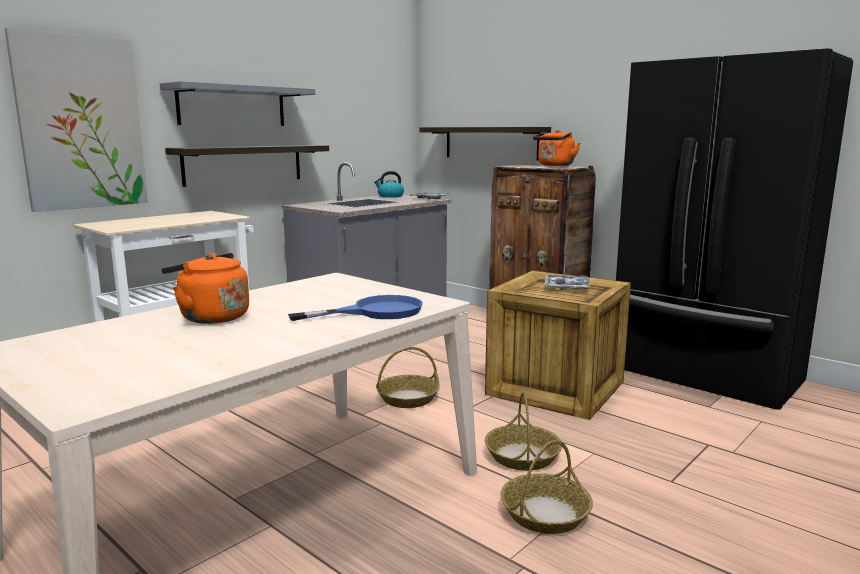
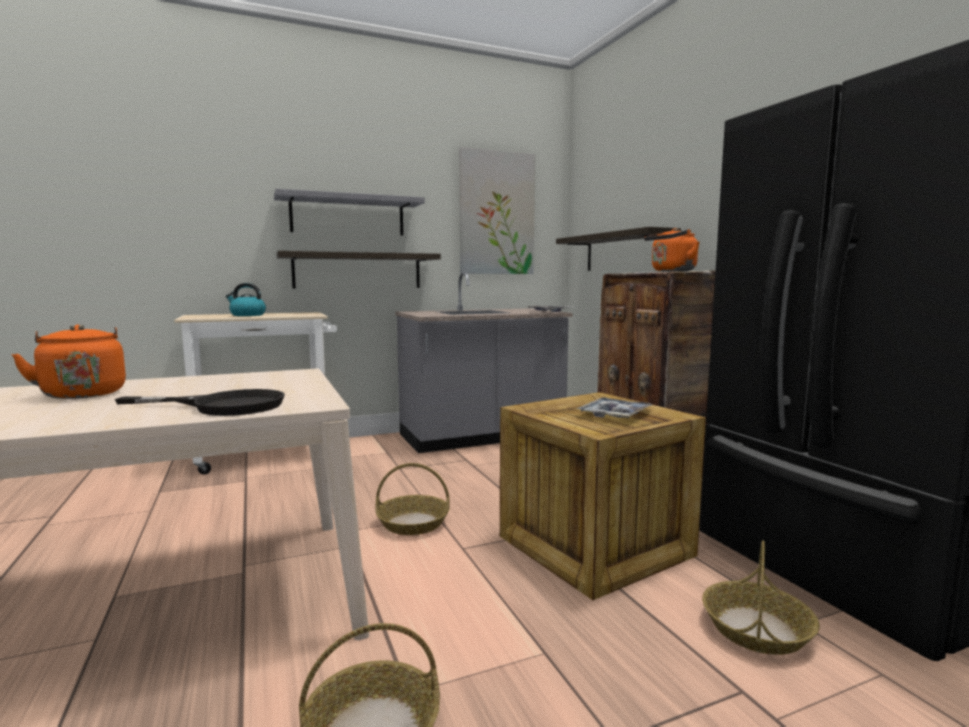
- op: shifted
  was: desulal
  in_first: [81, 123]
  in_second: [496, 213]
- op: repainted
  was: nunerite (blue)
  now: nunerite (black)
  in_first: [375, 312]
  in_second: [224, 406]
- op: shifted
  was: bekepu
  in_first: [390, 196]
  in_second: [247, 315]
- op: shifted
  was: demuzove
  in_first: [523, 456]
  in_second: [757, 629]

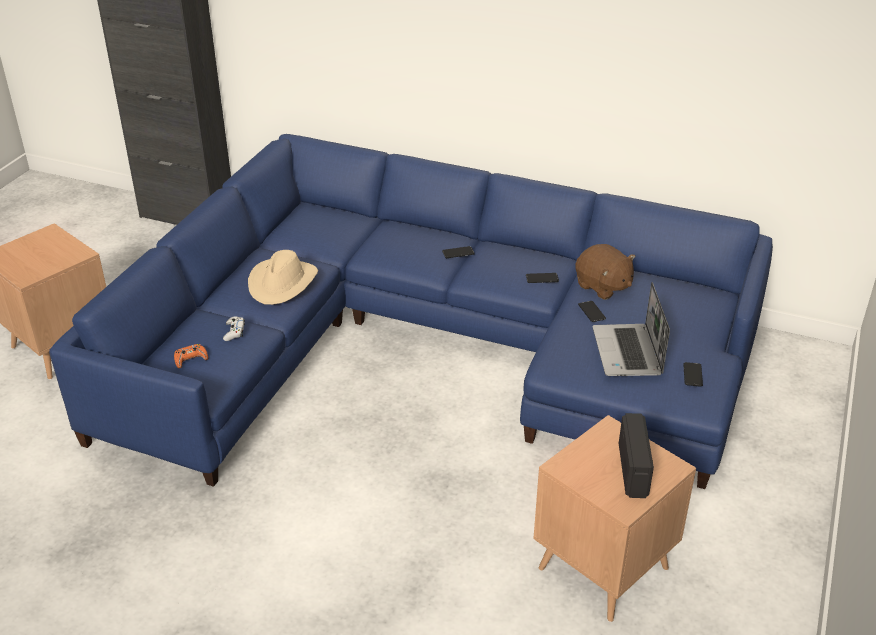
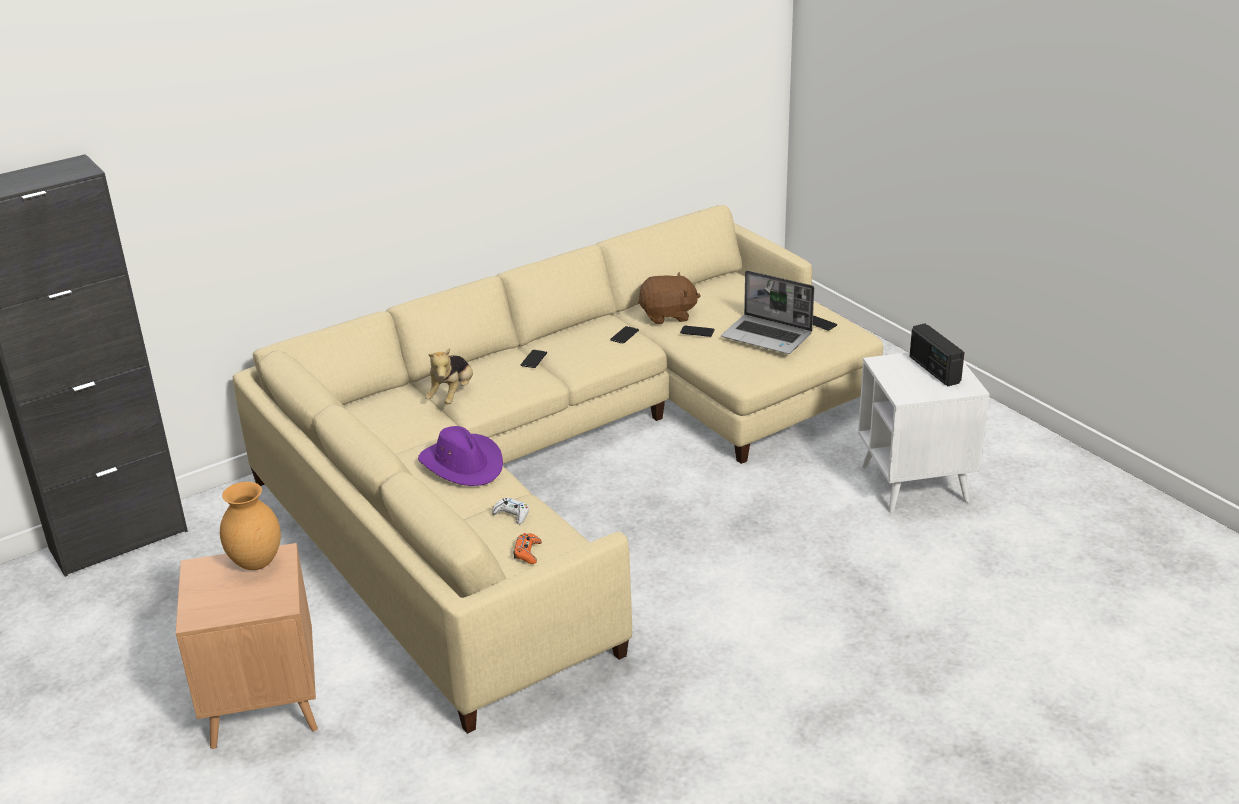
- op: repainted
  was: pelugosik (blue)
  now: pelugosik (beige)
  in_first: [429, 346]
  in_second: [559, 464]
- op: repainted
  was: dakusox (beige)
  now: dakusox (purple)
  in_first: [283, 283]
  in_second: [462, 464]
- op: repainted
  was: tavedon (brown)
  now: tavedon (white)
  in_first: [603, 568]
  in_second: [914, 484]
- op: rotated
  was: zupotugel
  in_first: [633, 470]
  in_second: [934, 370]
  clockwise: -150
- op: new
  now: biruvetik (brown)
  in_second: [257, 563]
- op: new
  now: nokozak
  in_second: [452, 395]

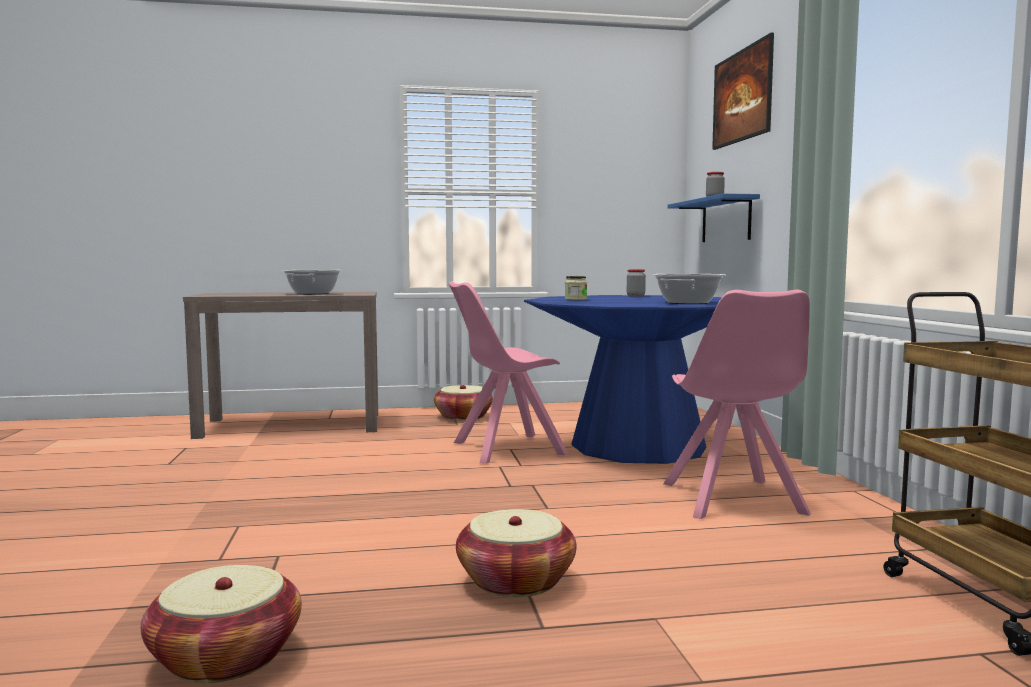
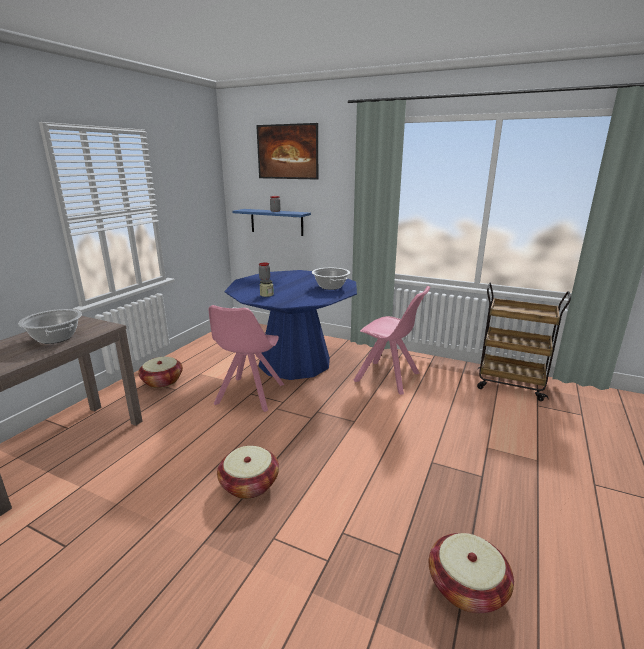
- op: shifted
  was: demuzove
  in_first: [516, 581]
  in_second: [249, 484]

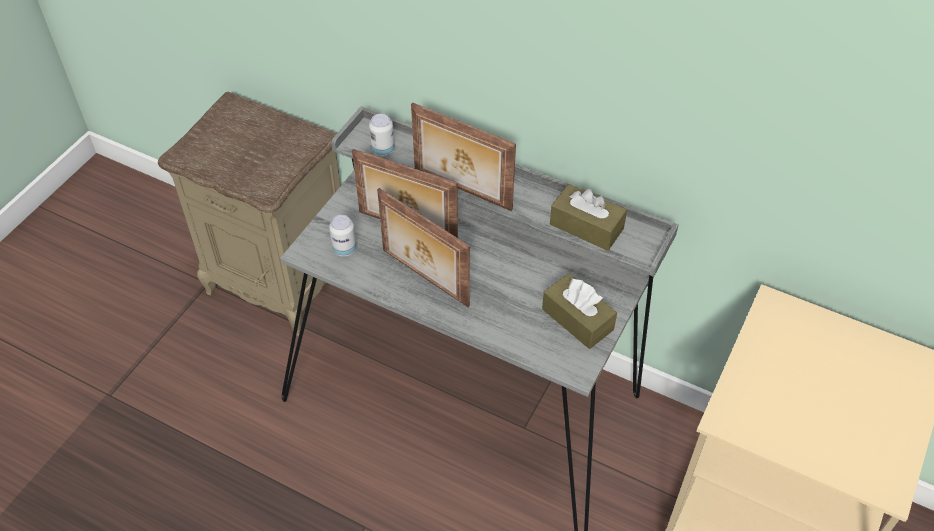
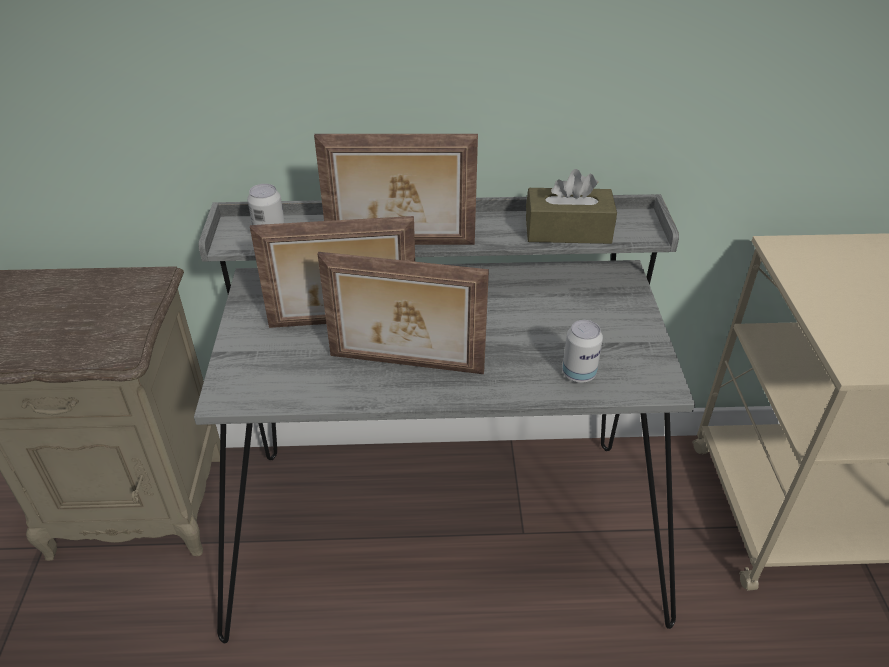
- op: shifted
  was: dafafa
  in_first: [344, 249]
  in_second: [578, 374]
- op: gone
  was: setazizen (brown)
  in_first: [577, 319]

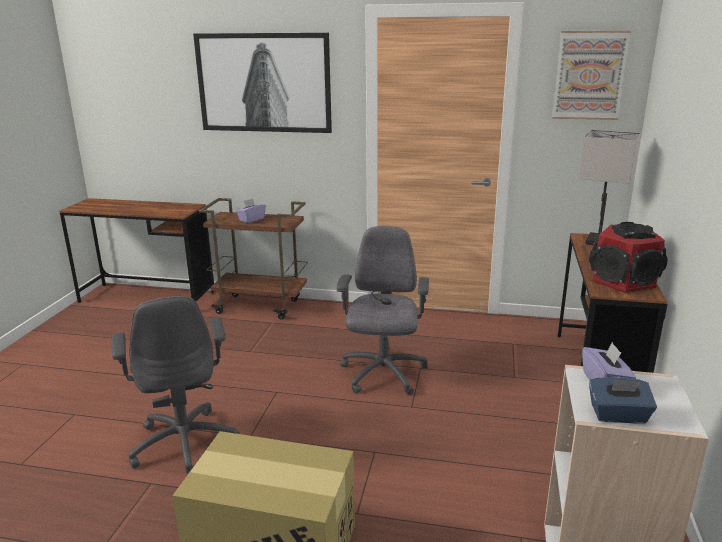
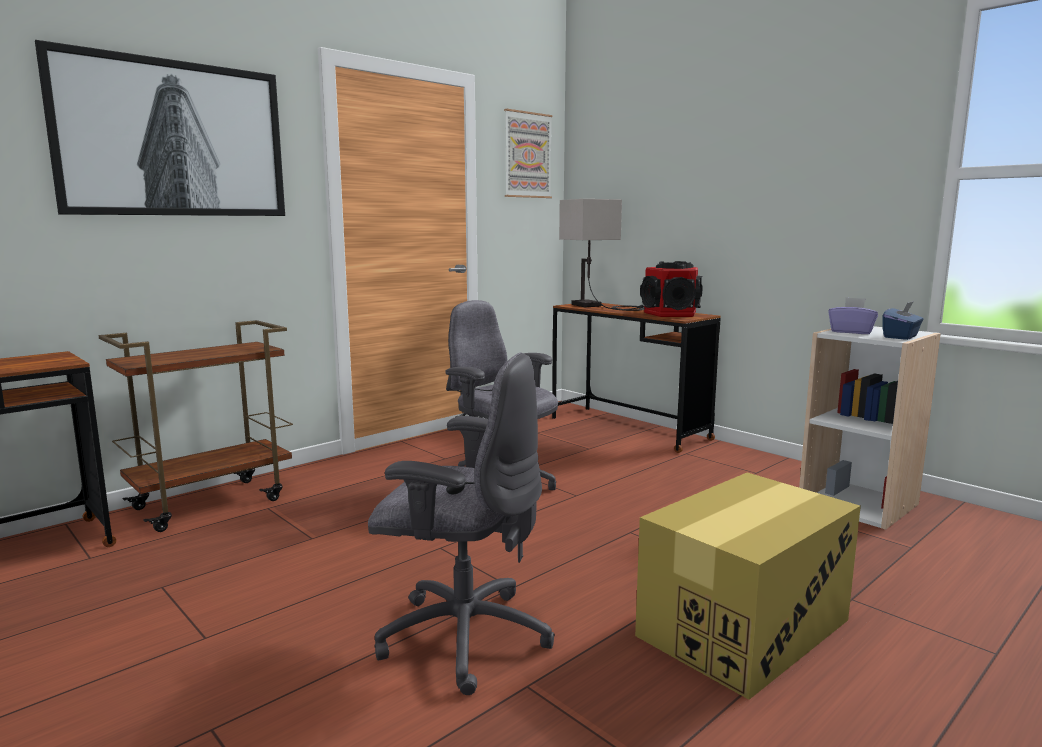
- op: gone
  was: setazizen (purple)
  in_first: [251, 219]

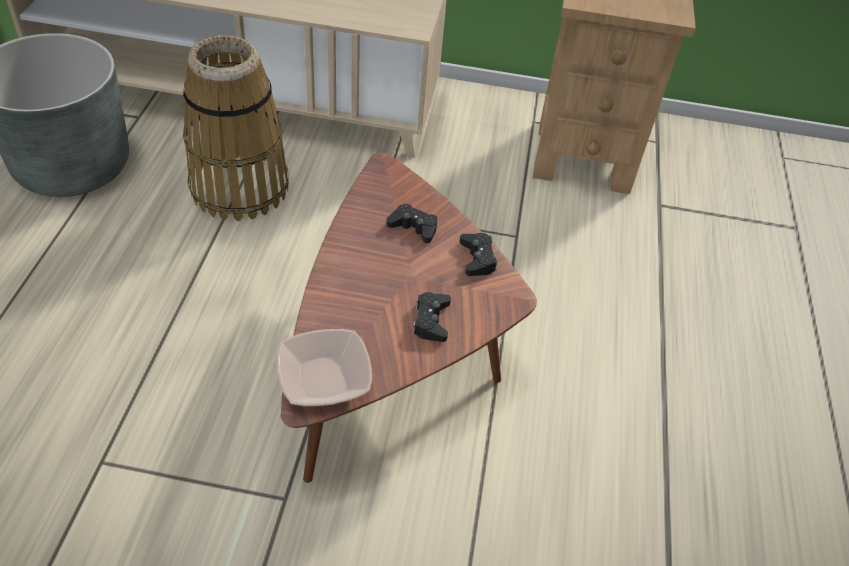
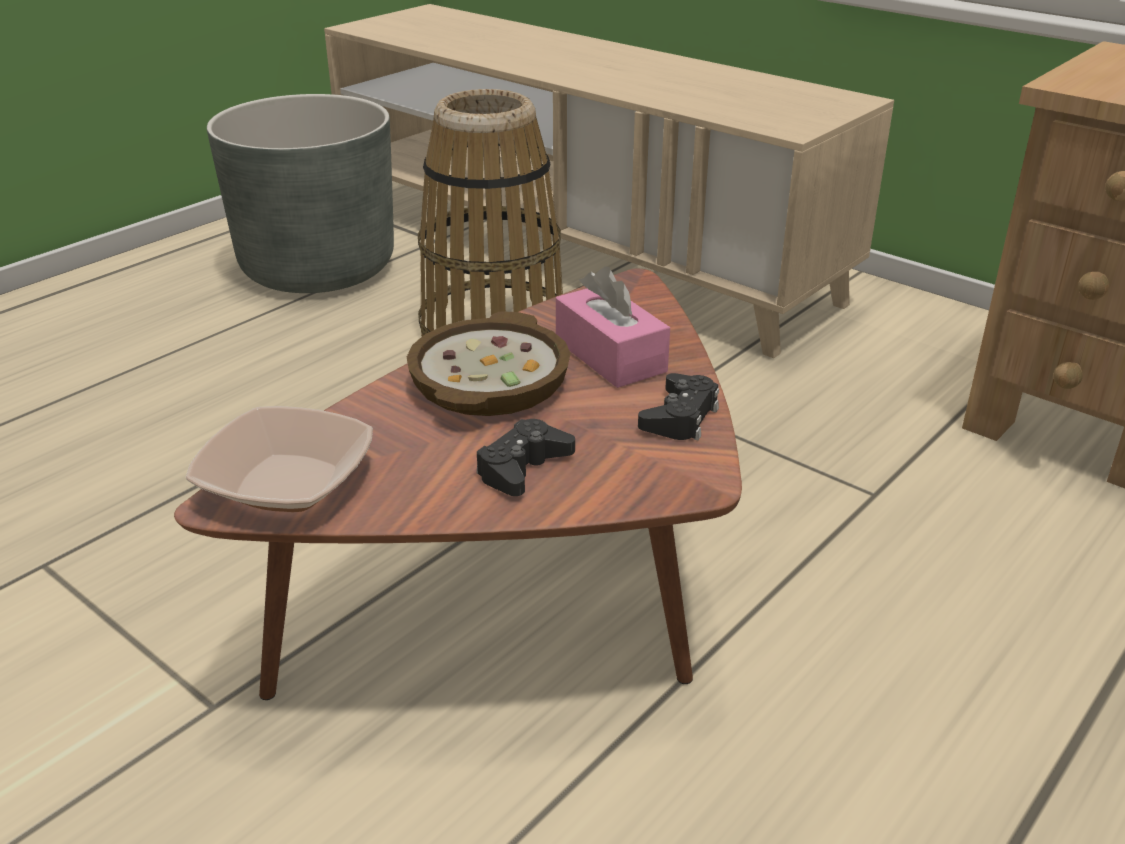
- op: swapped
  was: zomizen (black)
  now: setazizen (pink)
  in_first: [413, 228]
  in_second: [610, 356]
- op: new
  now: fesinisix
  in_second: [487, 382]

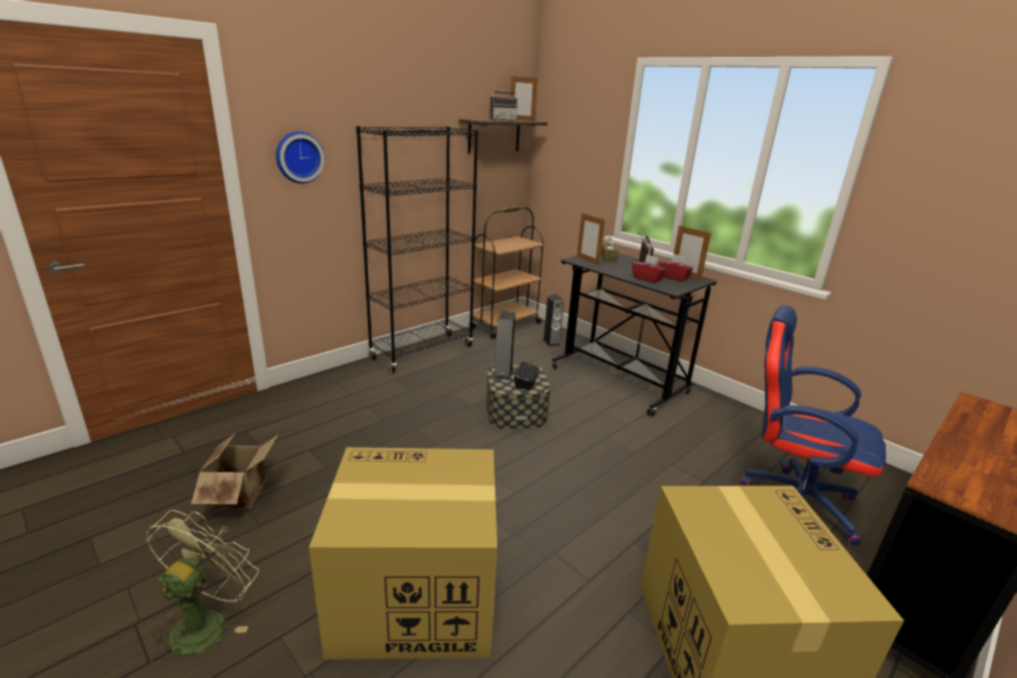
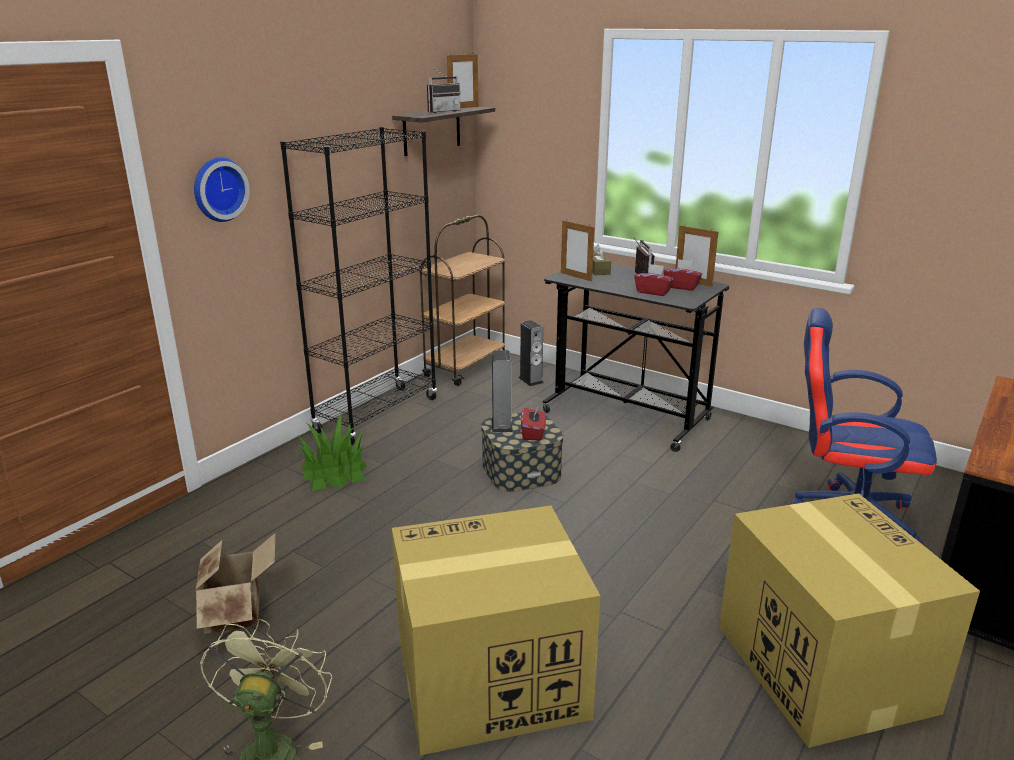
- op: repainted
  was: setazizen (black)
  now: setazizen (red)
  in_first: [526, 383]
  in_second: [533, 433]
- op: new
  now: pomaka
  in_second: [334, 472]

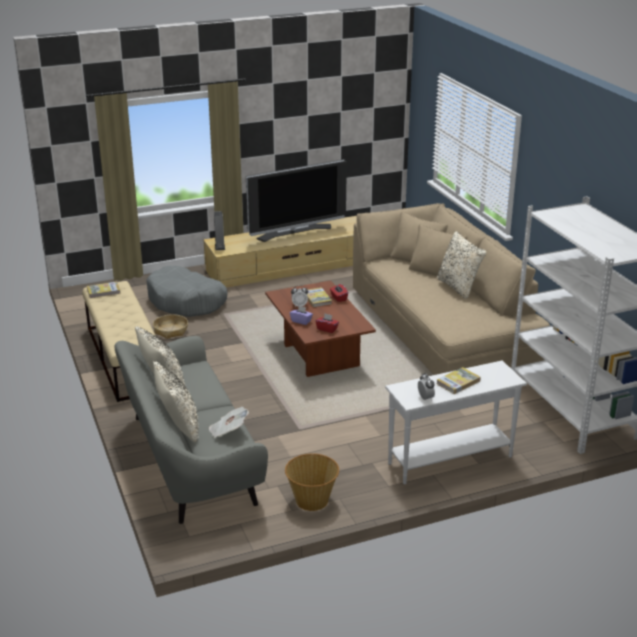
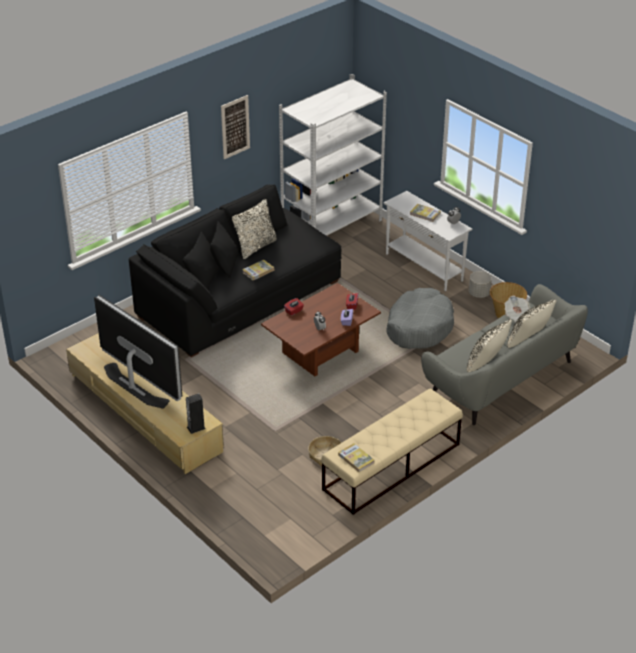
- op: shifted
  was: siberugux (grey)
  in_first: [186, 301]
  in_second: [419, 327]
- op: shifted
  was: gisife
  in_first: [317, 299]
  in_second: [258, 271]
- op: repainted
  was: pelugosik (beige)
  now: pelugosik (black)
  in_first: [441, 329]
  in_second: [240, 298]
- op: new
  now: desulal
  in_second: [235, 127]
- op: new
  now: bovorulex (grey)
  in_second: [479, 294]

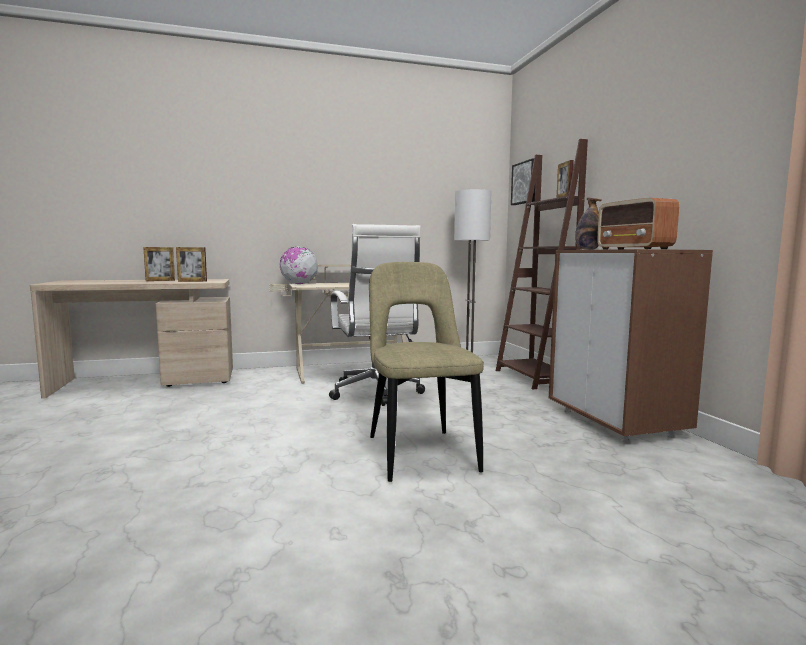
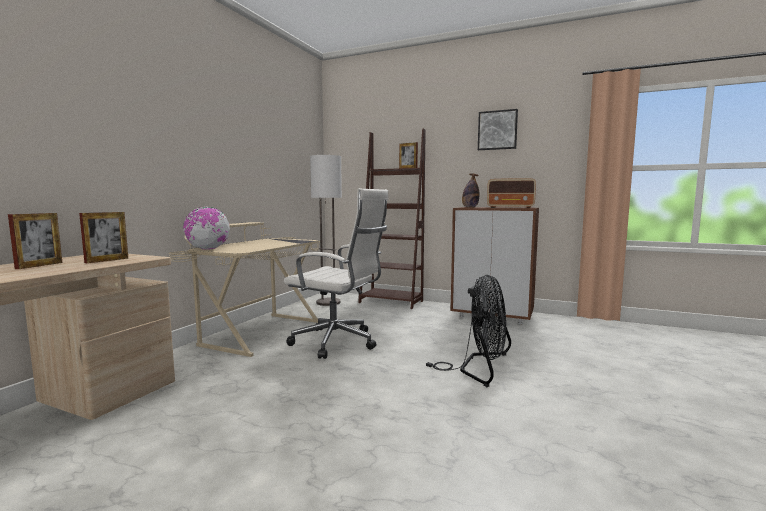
- op: swapped
  was: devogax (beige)
  now: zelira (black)
  in_first: [419, 452]
  in_second: [478, 367]
- op: shifted
  was: desulal
  in_first: [525, 183]
  in_second: [497, 130]

